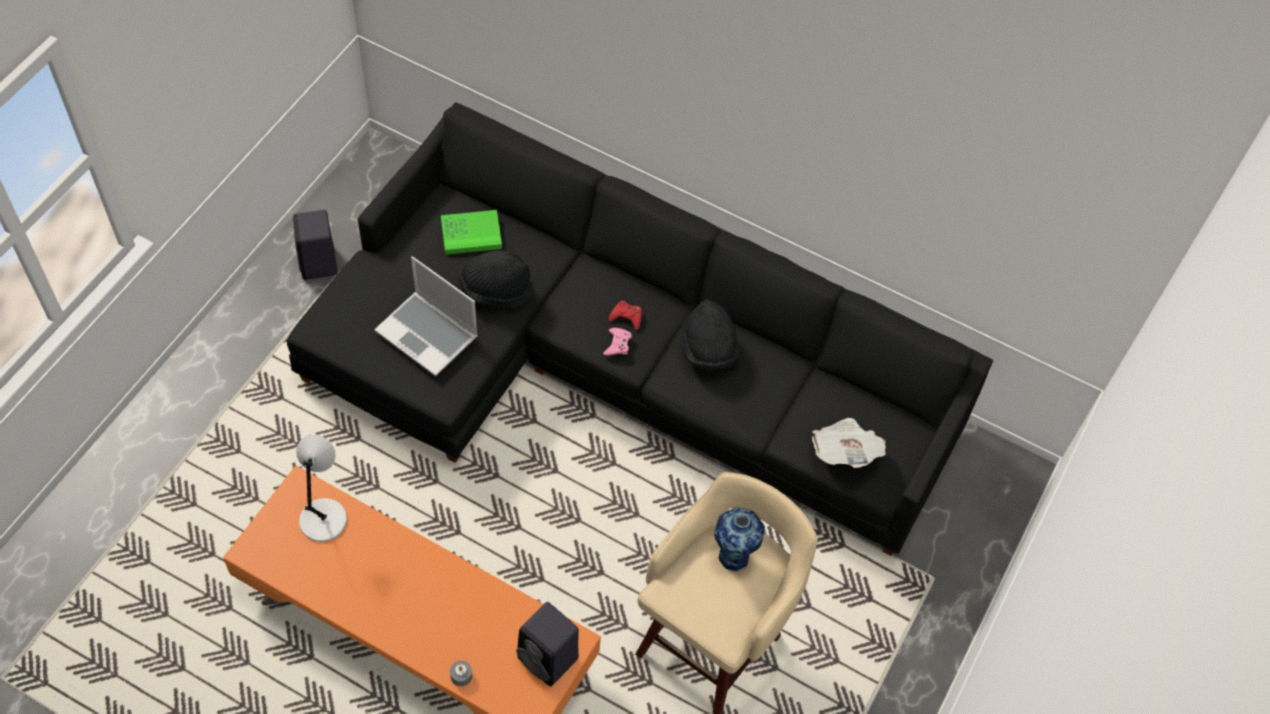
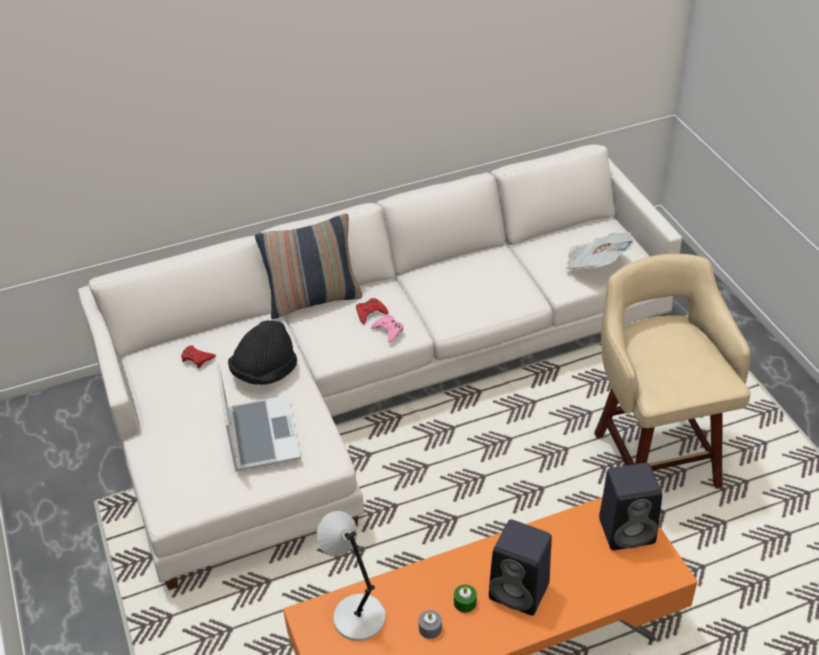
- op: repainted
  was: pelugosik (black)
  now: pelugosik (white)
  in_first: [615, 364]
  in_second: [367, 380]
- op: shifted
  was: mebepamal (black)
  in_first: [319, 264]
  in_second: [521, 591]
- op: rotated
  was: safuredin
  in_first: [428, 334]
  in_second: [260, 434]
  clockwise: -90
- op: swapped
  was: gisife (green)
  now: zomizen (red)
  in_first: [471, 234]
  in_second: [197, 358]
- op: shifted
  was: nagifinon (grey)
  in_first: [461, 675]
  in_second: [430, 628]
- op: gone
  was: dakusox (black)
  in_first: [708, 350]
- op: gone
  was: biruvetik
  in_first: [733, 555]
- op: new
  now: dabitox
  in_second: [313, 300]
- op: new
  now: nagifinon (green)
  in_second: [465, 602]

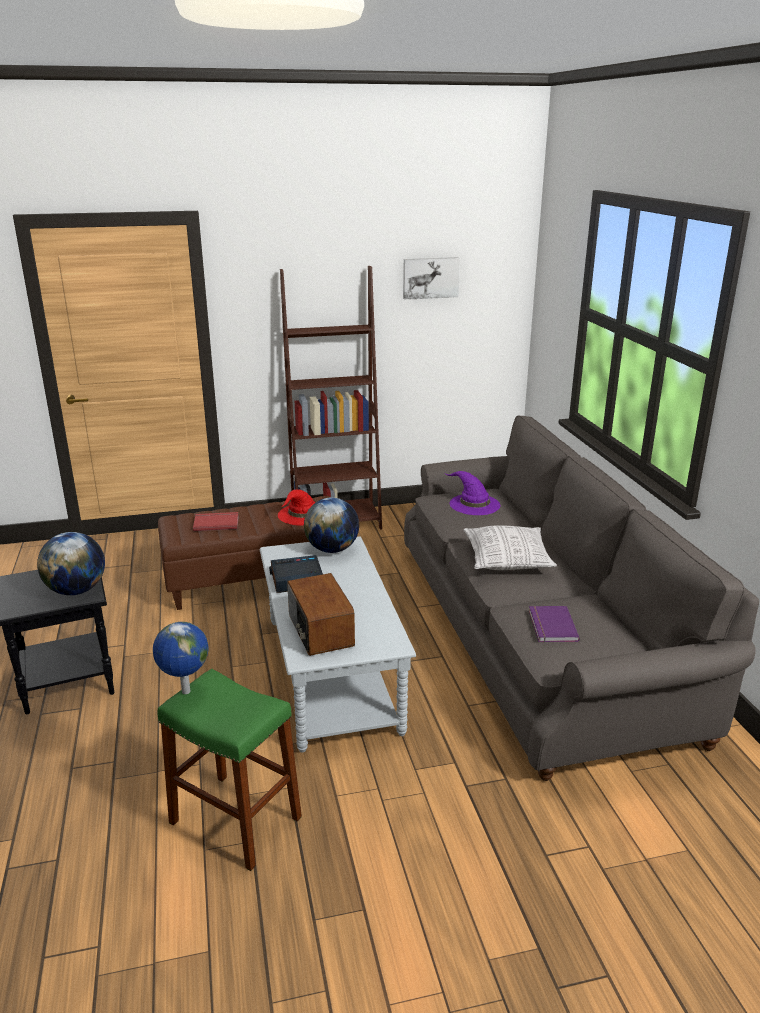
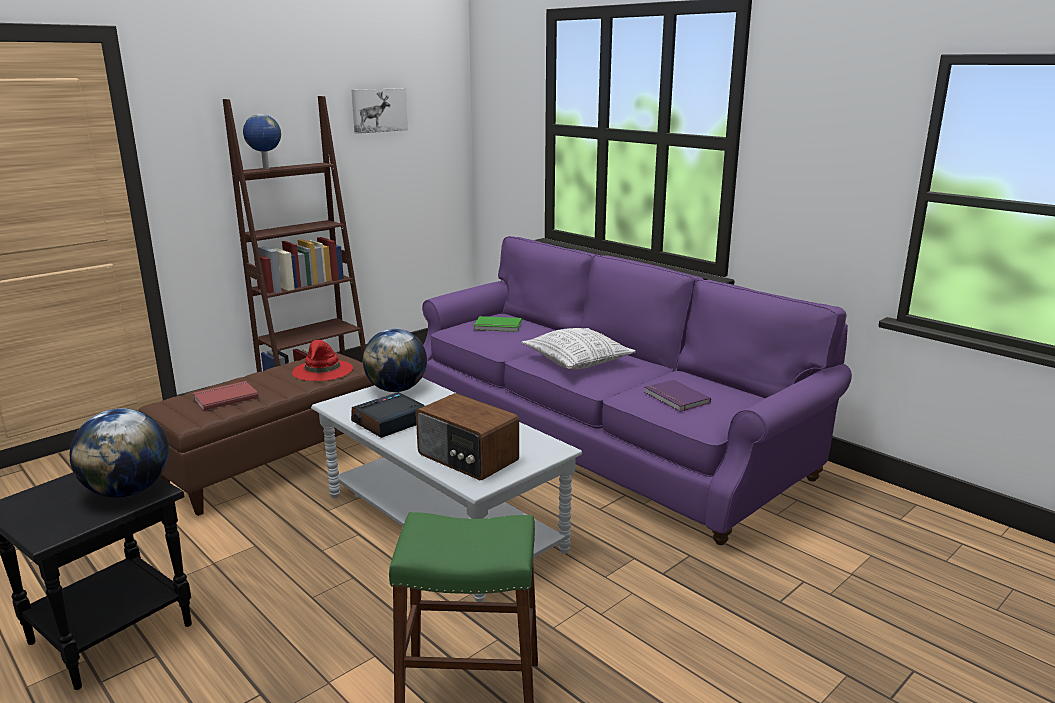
- op: shifted
  was: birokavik
  in_first: [185, 692]
  in_second: [265, 168]
- op: repainted
  was: pelugosik (grey)
  now: pelugosik (purple)
  in_first: [536, 636]
  in_second: [604, 438]
- op: swapped
  was: dakusox (purple)
  now: gisife (green)
  in_first: [473, 504]
  in_second: [498, 326]

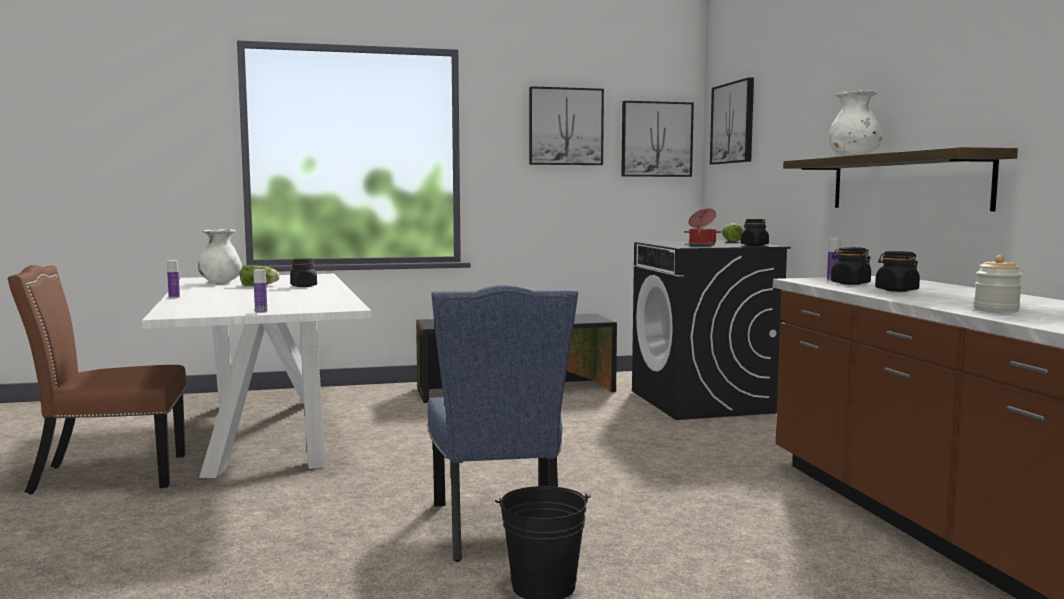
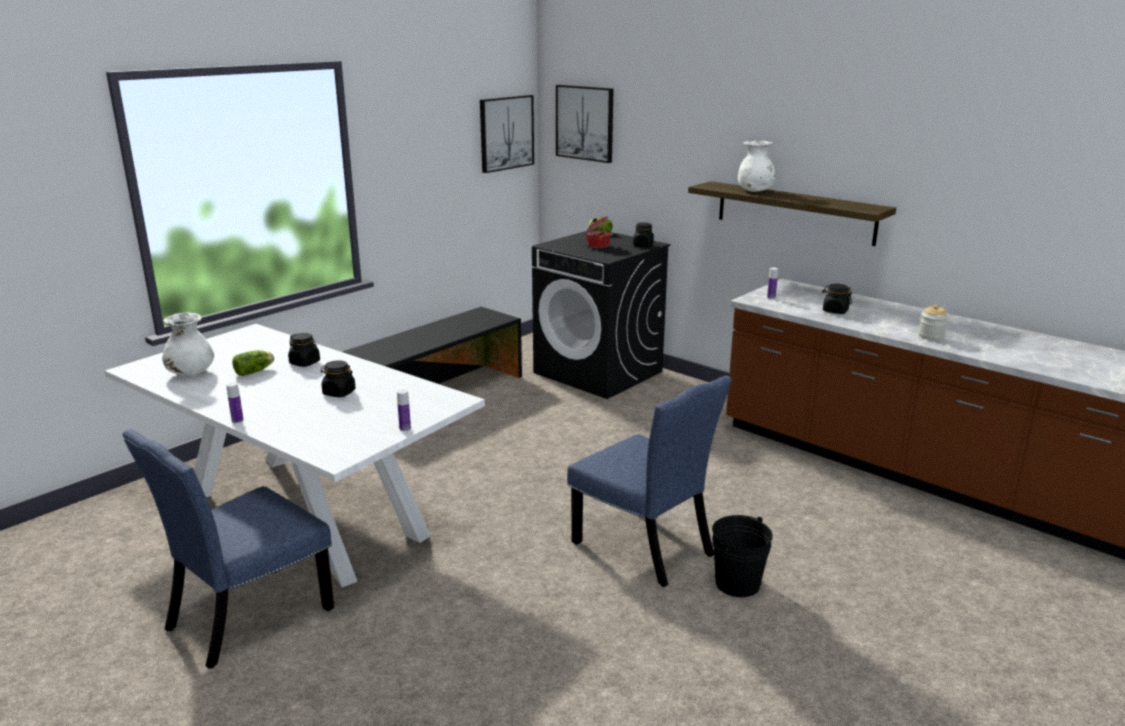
- op: repainted
  was: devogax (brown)
  now: devogax (blue)
  in_first: [113, 474]
  in_second: [251, 615]
- op: gone
  was: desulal
  in_first: [565, 126]
- op: shifted
  was: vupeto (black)
  in_first: [850, 283]
  in_second: [339, 393]

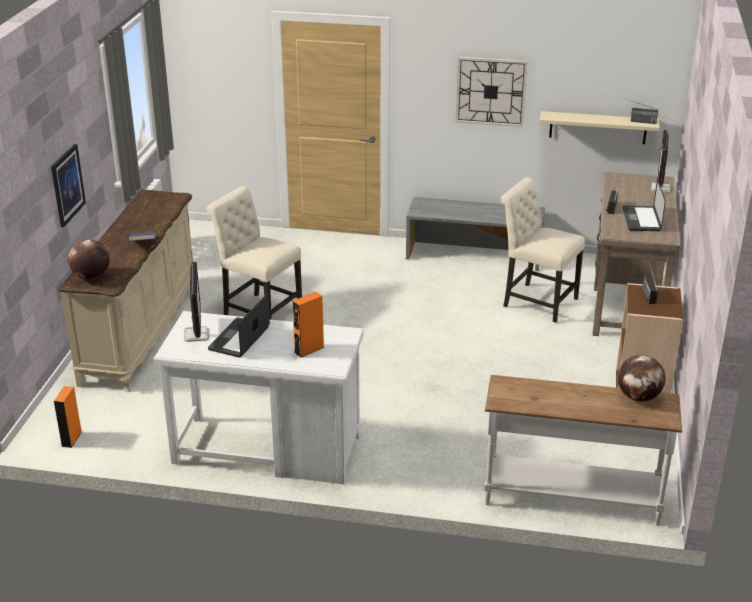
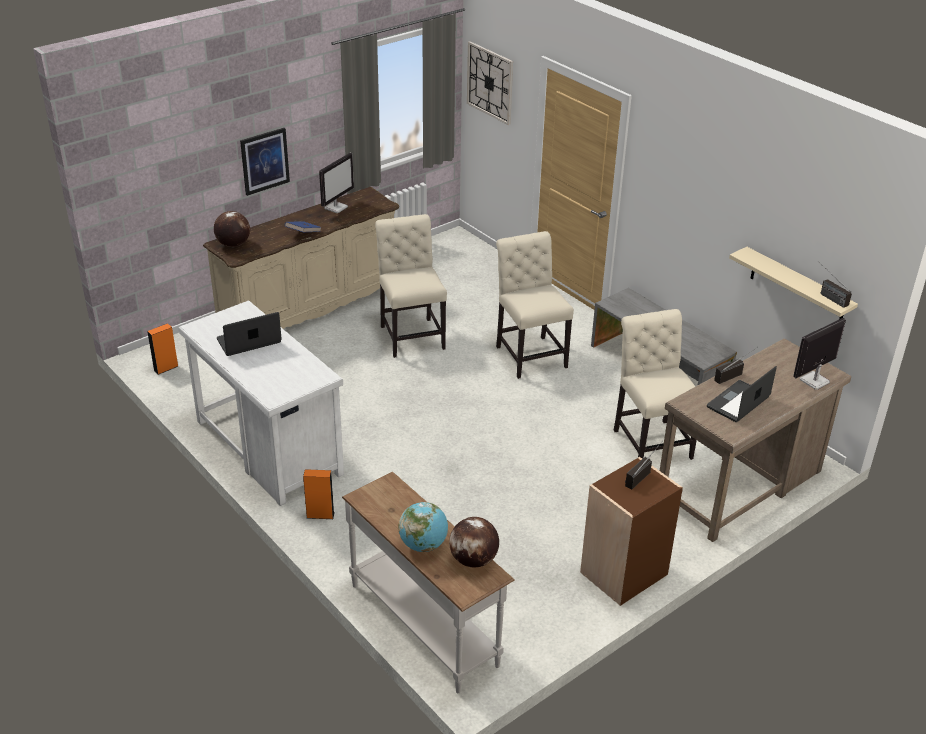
- op: shifted
  was: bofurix
  in_first: [196, 334]
  in_second: [336, 207]
- op: shifted
  was: mebepamal (orange)
  in_first: [309, 350]
  in_second: [320, 515]
- op: shifted
  was: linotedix
  in_first: [491, 91]
  in_second: [490, 82]
- op: new
  now: birokavik
  in_second: [423, 545]
- op: new
  now: devogax (beige)
  in_second: [529, 354]

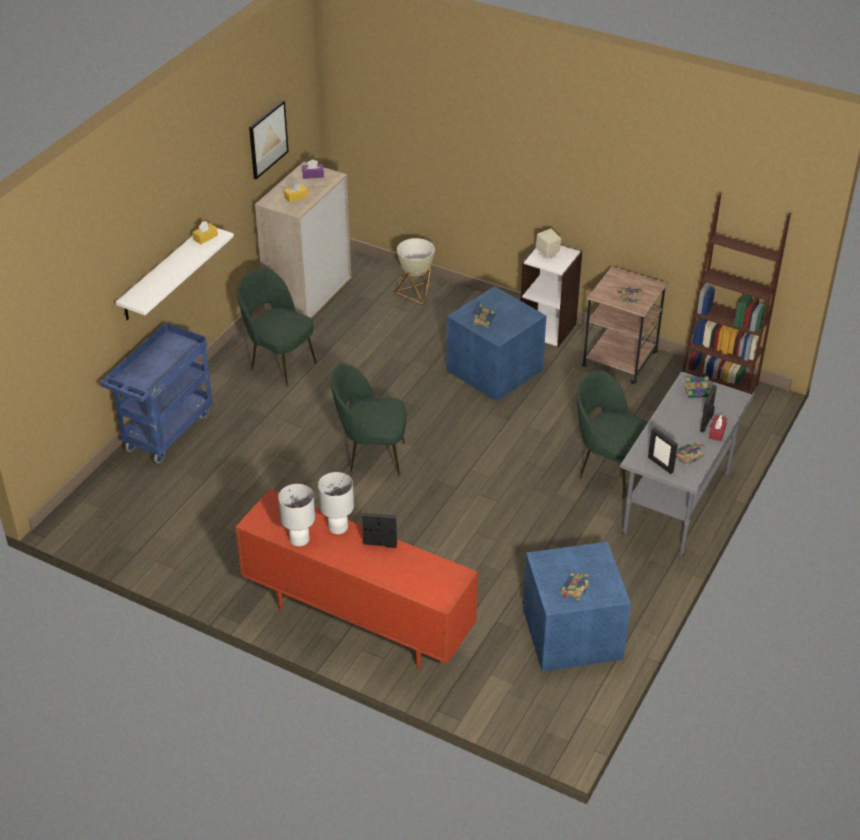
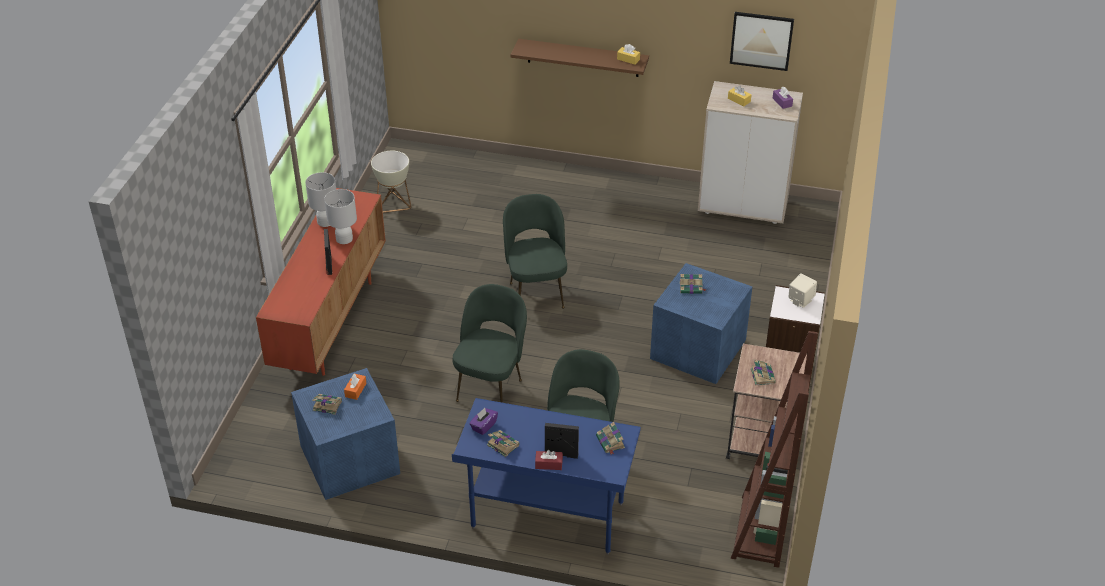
- op: gone
  was: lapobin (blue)
  in_first: [166, 435]
- op: repainted
  was: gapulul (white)
  now: gapulul (brown)
  in_first: [163, 273]
  in_second: [583, 58]
- op: shifted
  was: devogax (green)
  in_first: [279, 364]
  in_second: [491, 387]
- op: shifted
  was: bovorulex
  in_first: [416, 293]
  in_second: [393, 205]
- op: repainted
  was: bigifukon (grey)
  now: bigifukon (blue)
  in_first: [677, 504]
  in_second: [547, 516]
- op: swapped
  was: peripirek
  now: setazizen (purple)
  in_first: [661, 464]
  in_second: [483, 426]
- op: new
  now: setazizen (orange)
  in_second: [355, 390]

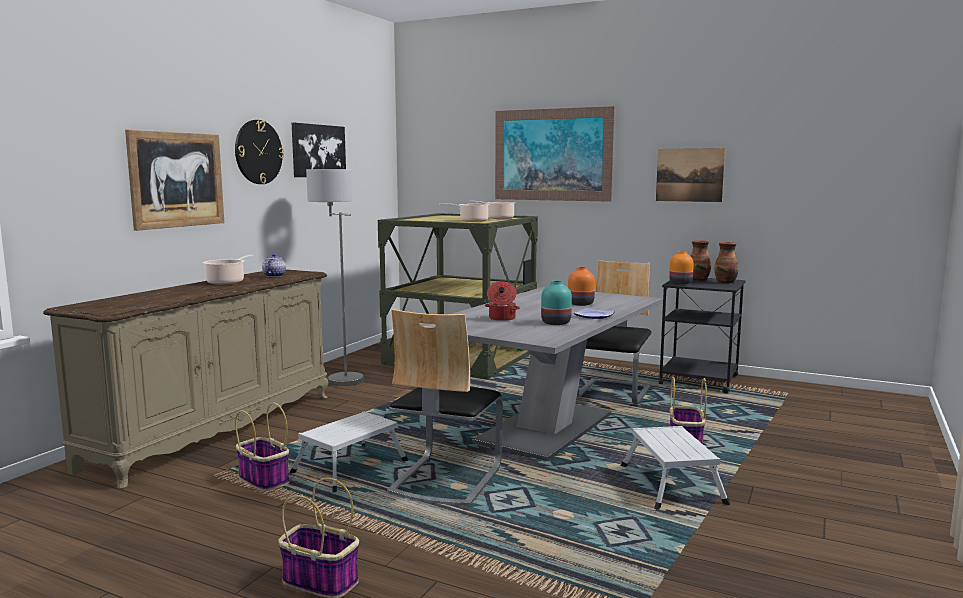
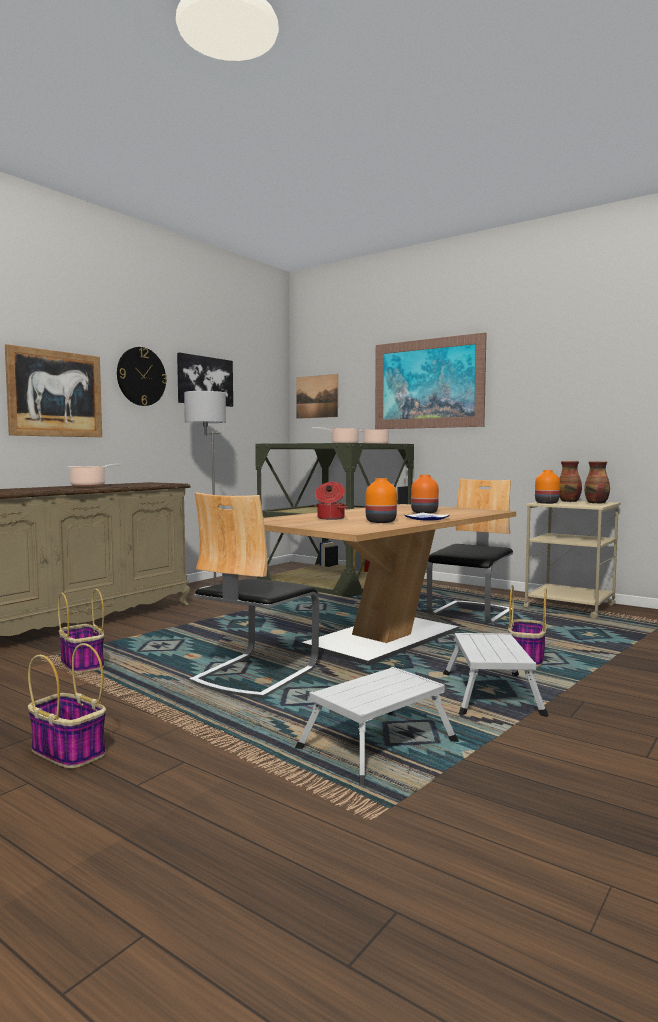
- op: gone
  was: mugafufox
  in_first: [274, 276]
- op: shifted
  was: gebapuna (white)
  in_first: [349, 466]
  in_second: [376, 744]
- op: repainted
  was: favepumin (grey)
  now: favepumin (brown)
  in_first: [545, 428]
  in_second: [383, 638]
- op: repainted
  was: biruvetik (turquoise)
  now: biruvetik (orange)
  in_first: [556, 323]
  in_second: [381, 522]
- op: shifted
  was: desulal
  in_first: [689, 175]
  in_second: [317, 396]
- op: repainted
  was: lapobin (black)
  now: lapobin (beige)
  in_first: [700, 380]
  in_second: [571, 607]

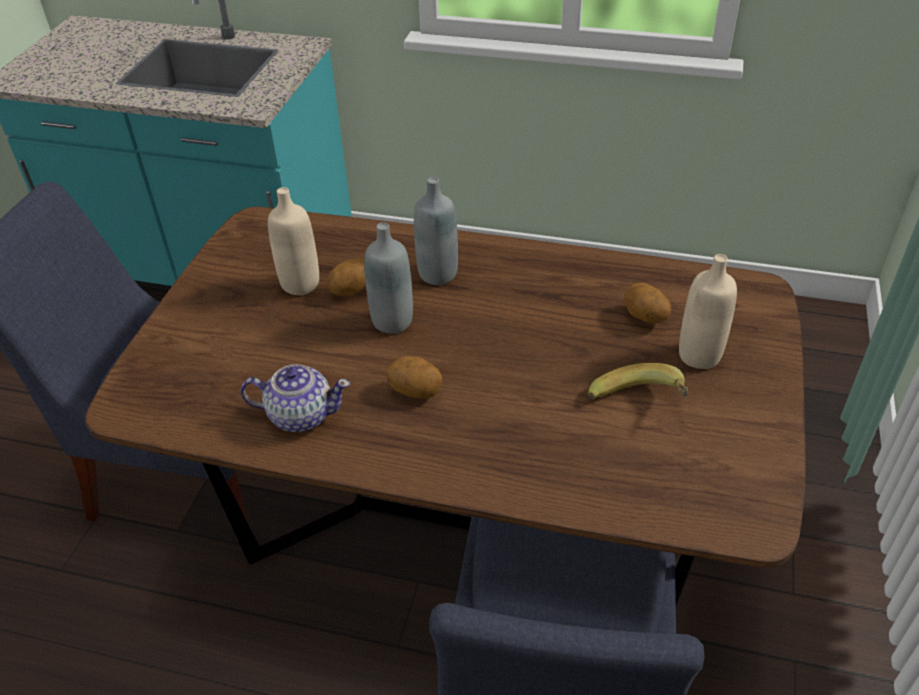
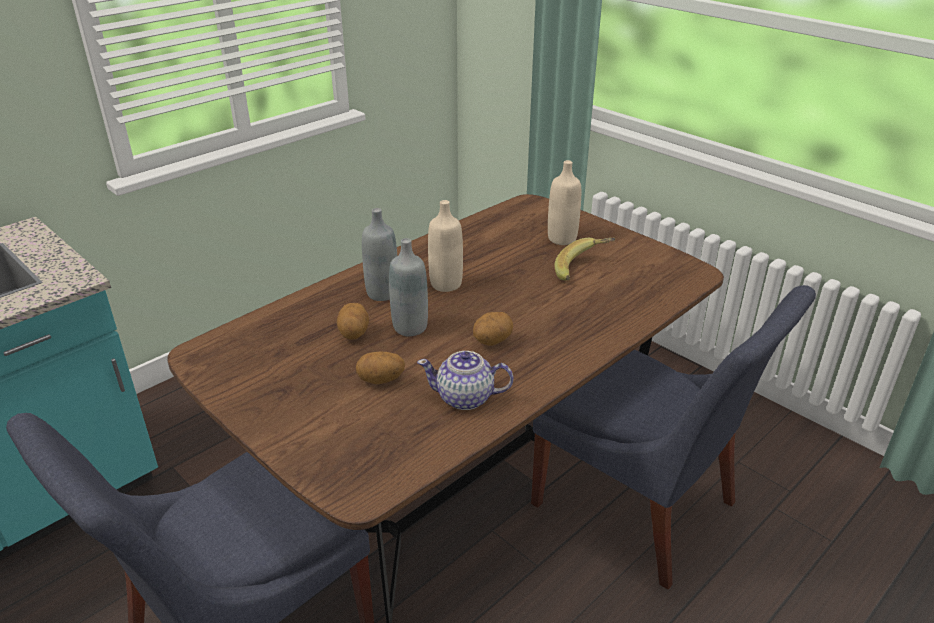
- op: rotated
  was: mugafufox
  in_first: [300, 415]
  in_second: [466, 398]
  clockwise: -120
- op: shifted
  was: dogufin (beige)
  in_first: [300, 284]
  in_second: [446, 284]
- op: shifted
  was: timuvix
  in_first: [644, 317]
  in_second: [381, 381]

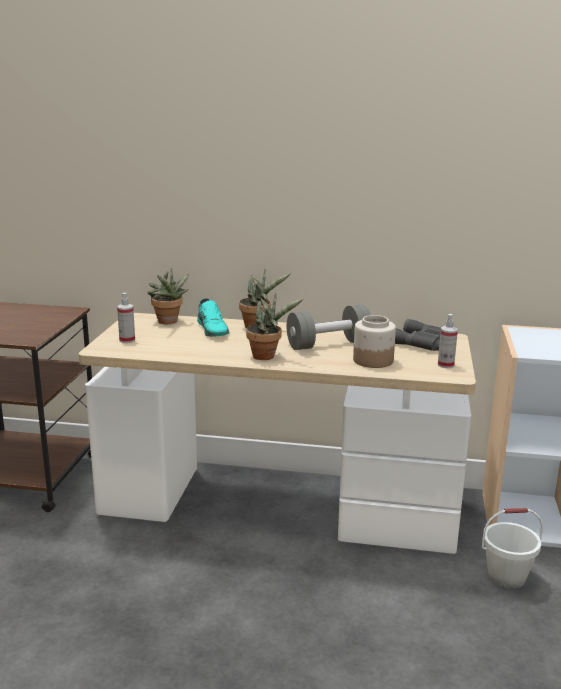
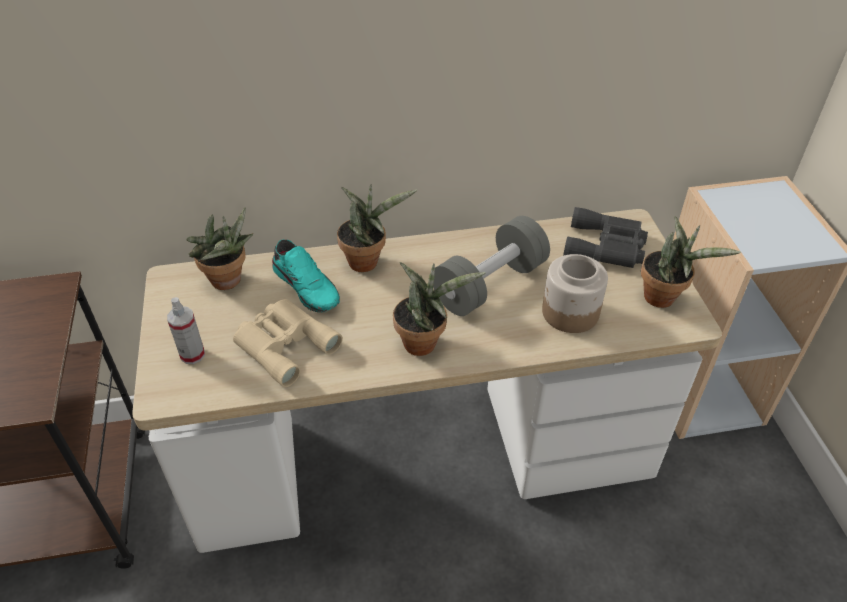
- op: swapped
  was: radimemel
  now: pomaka
  in_first: [445, 365]
  in_second: [664, 297]
- op: gone
  was: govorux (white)
  in_first: [506, 577]
- op: new
  now: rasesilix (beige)
  in_second: [284, 344]

